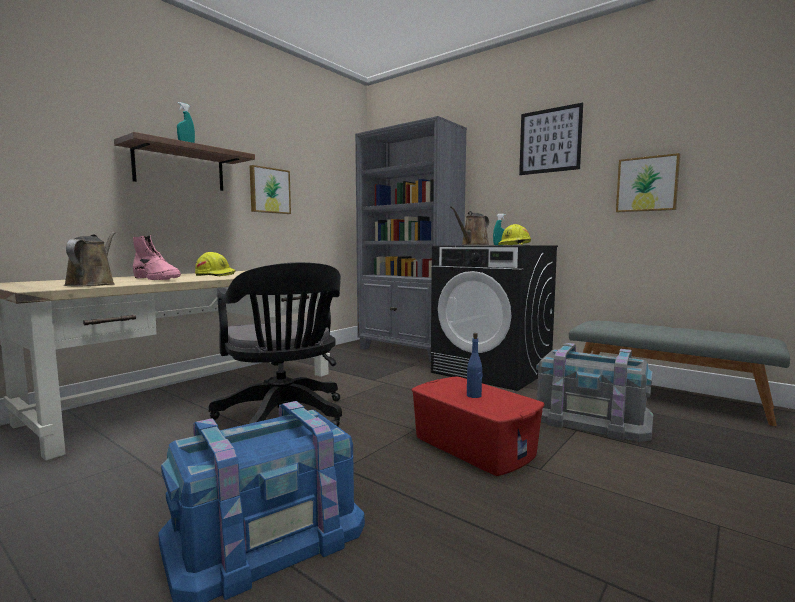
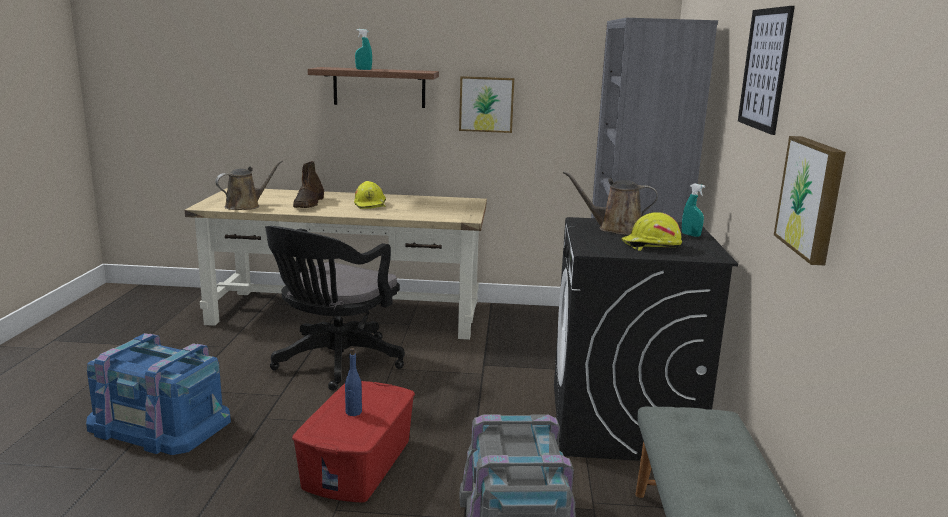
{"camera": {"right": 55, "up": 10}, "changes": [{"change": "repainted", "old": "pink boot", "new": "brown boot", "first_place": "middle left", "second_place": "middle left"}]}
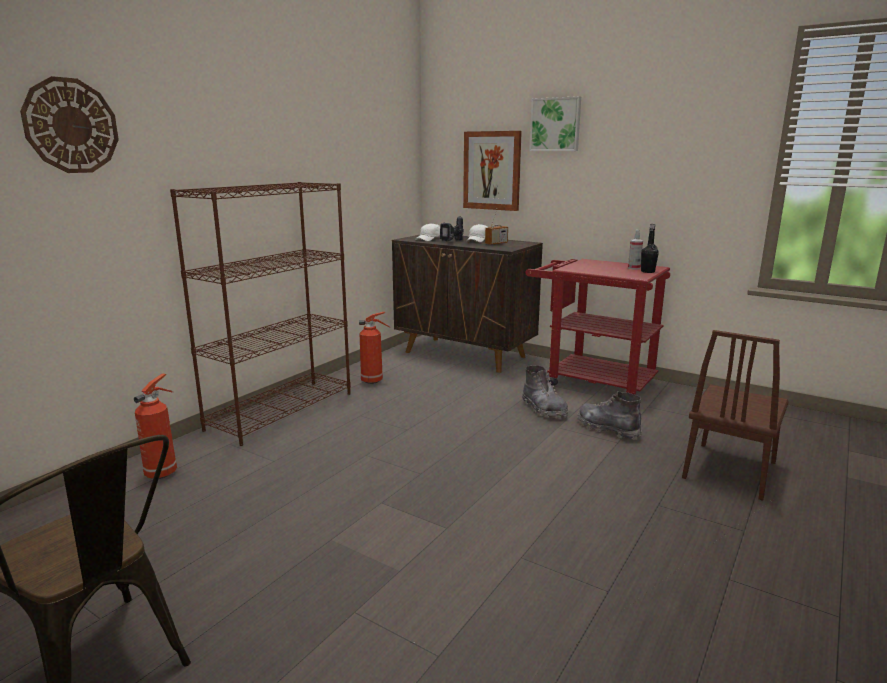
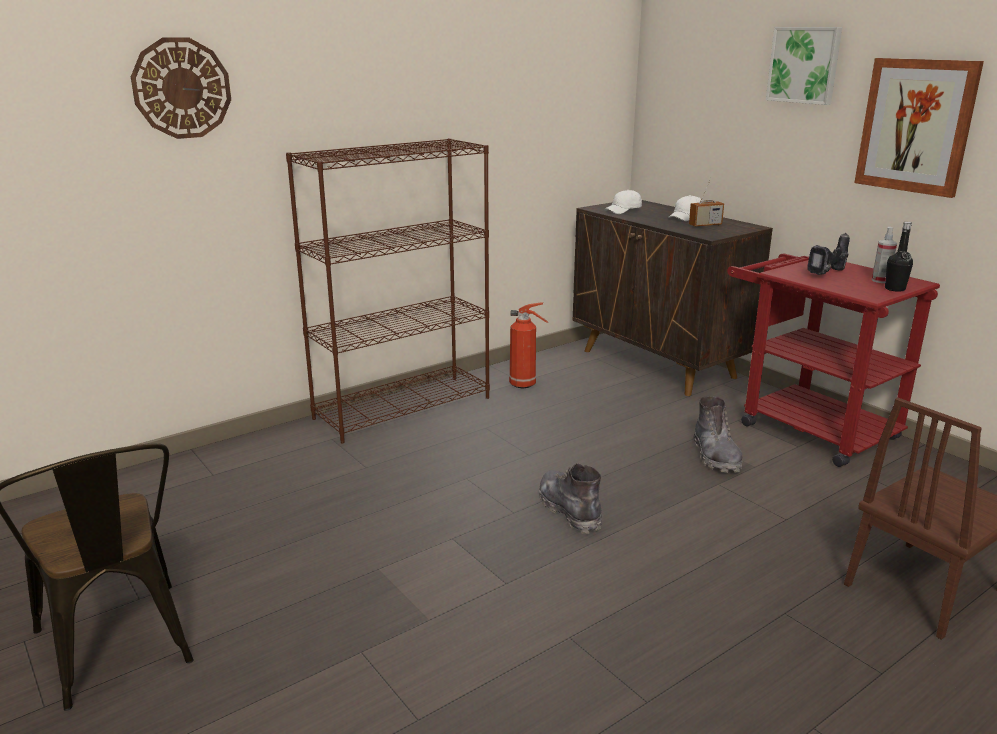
{"camera": {"right": 20, "up": 5}, "changes": [{"change": "gone", "old": "fire extinguisher (no. 1 from left)", "first_place": "middle left"}, {"change": "shifted", "old": "power drill", "first_place": "centre", "second_place": "middle right"}, {"change": "shifted", "old": "picture (no. 1 from left in the first image)", "new": "picture (no. 2 from left)", "first_place": "top centre", "second_place": "top right"}, {"change": "shifted", "old": "grey boot (no. 2 from left in the first image)", "new": "grey boot (no. 1 from left)", "first_place": "middle right", "second_place": "bottom centre"}]}
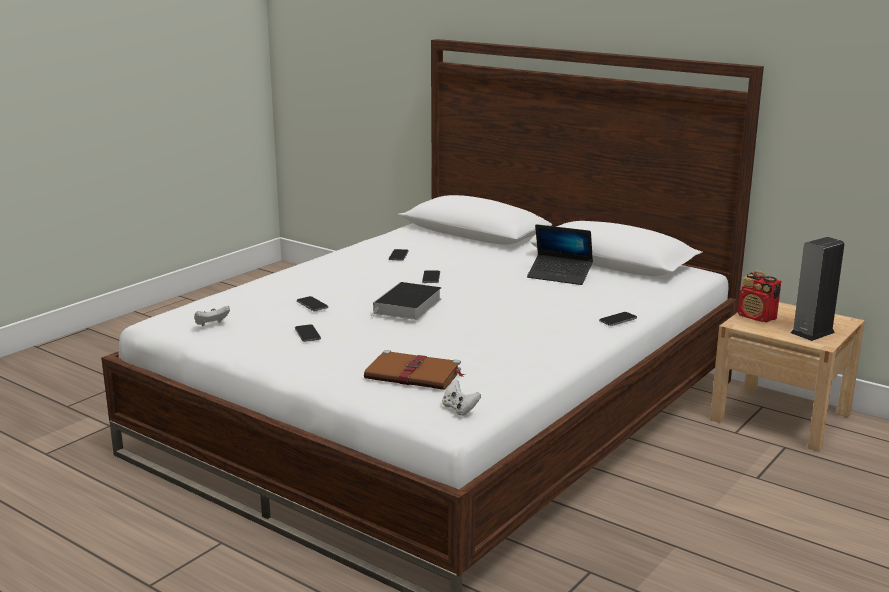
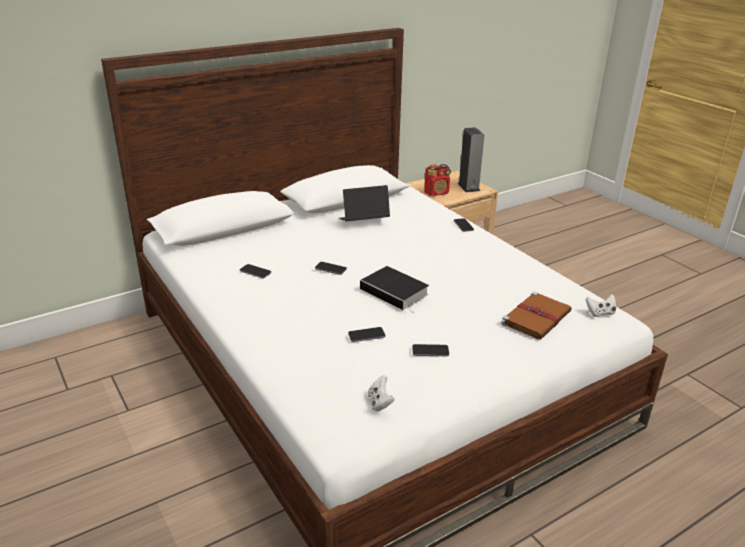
{"camera": {"right": -70, "up": 10}, "changes": [{"change": "rotated", "old": "laptop", "first_place": "centre", "second_place": "centre", "degrees": -150}]}
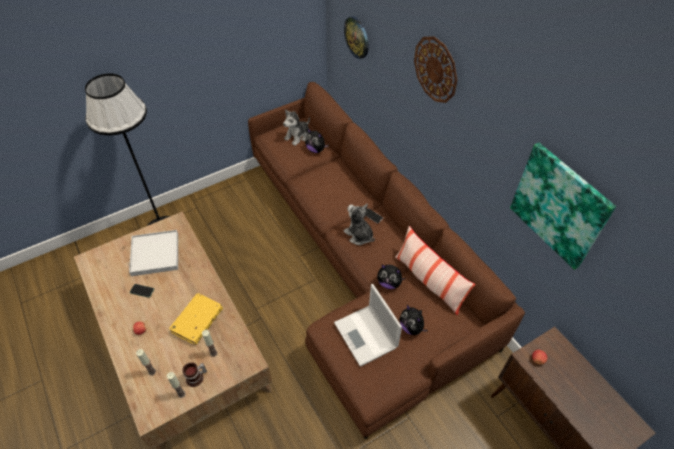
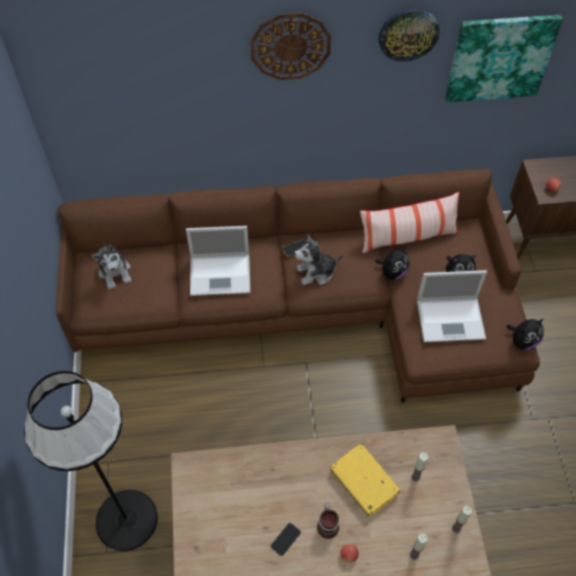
{"camera": {"right": -65, "up": 5}, "changes": [{"change": "gone", "old": "white tray", "first_place": "middle left"}, {"change": "new", "new": "laptop (no. 1 from left)", "second_place": "centre"}, {"change": "shifted", "old": "mug", "first_place": "bottom left", "second_place": "bottom centre"}, {"change": "shifted", "old": "plush toy (no. 2 from left in the first image)", "new": "plush toy (no. 5 from left)", "first_place": "top centre", "second_place": "middle right"}, {"change": "shifted", "old": "wall clock (no. 1 from left in the first image)", "new": "wall clock (no. 2 from left)", "first_place": "top centre", "second_place": "top right"}]}
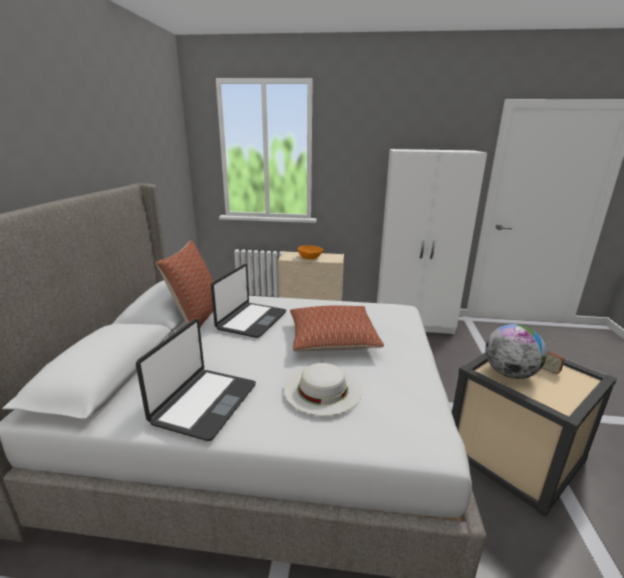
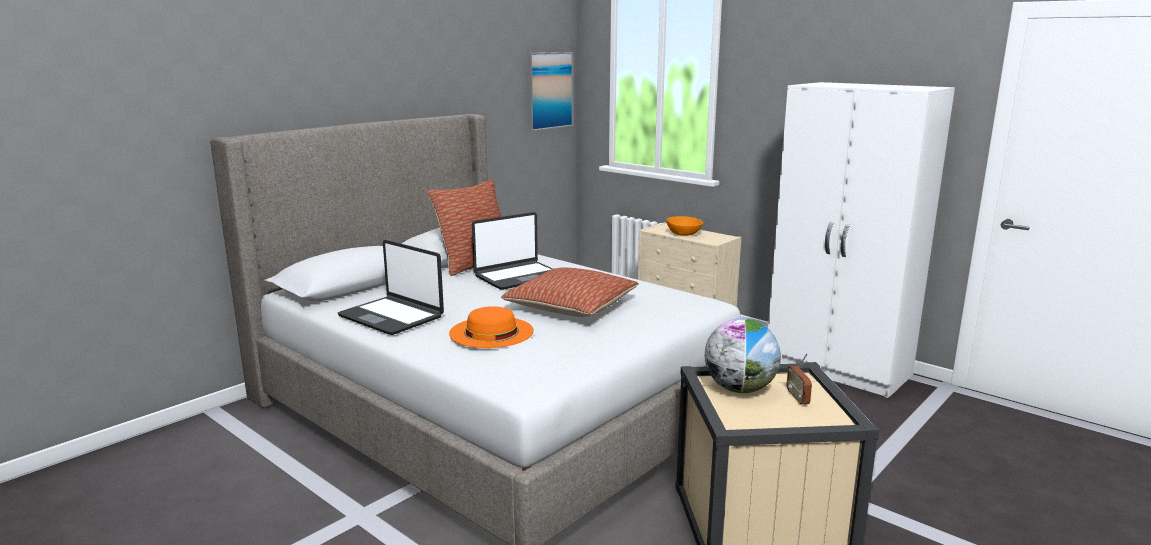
{"camera": {"right": 35, "up": -5}, "changes": [{"change": "new", "new": "picture", "second_place": "top centre"}, {"change": "repainted", "old": "white hat", "new": "orange hat", "first_place": "bottom centre", "second_place": "centre"}, {"change": "rotated", "old": "laptop (no. 1 from left)", "first_place": "middle left", "second_place": "centre", "degrees": 75}]}
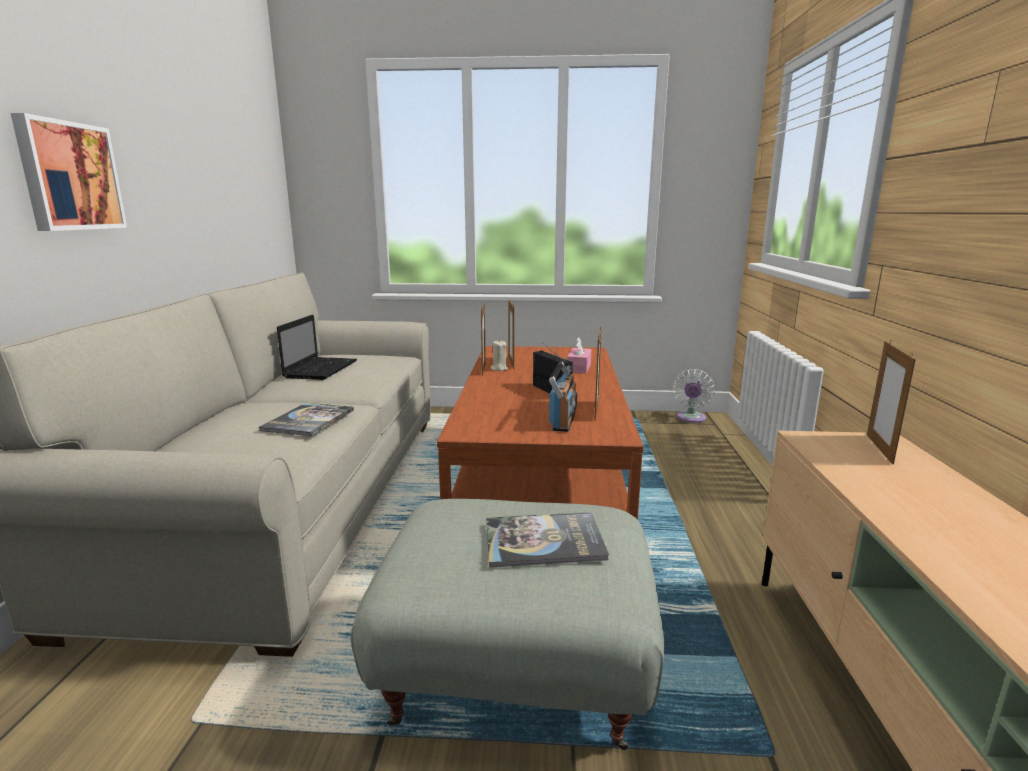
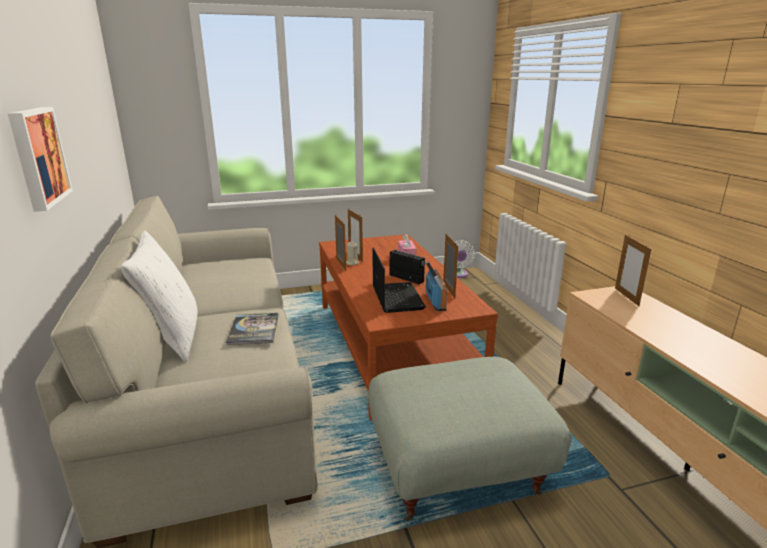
{"camera": {"right": -20, "up": 5}, "changes": [{"change": "gone", "old": "book (no. 2 from left)", "first_place": "bottom centre"}, {"change": "new", "new": "white pillow", "second_place": "middle left"}, {"change": "shifted", "old": "laptop", "first_place": "middle left", "second_place": "centre"}]}
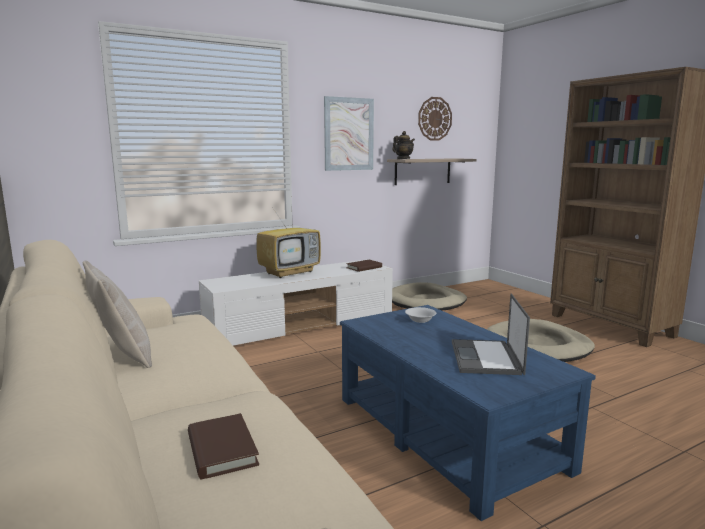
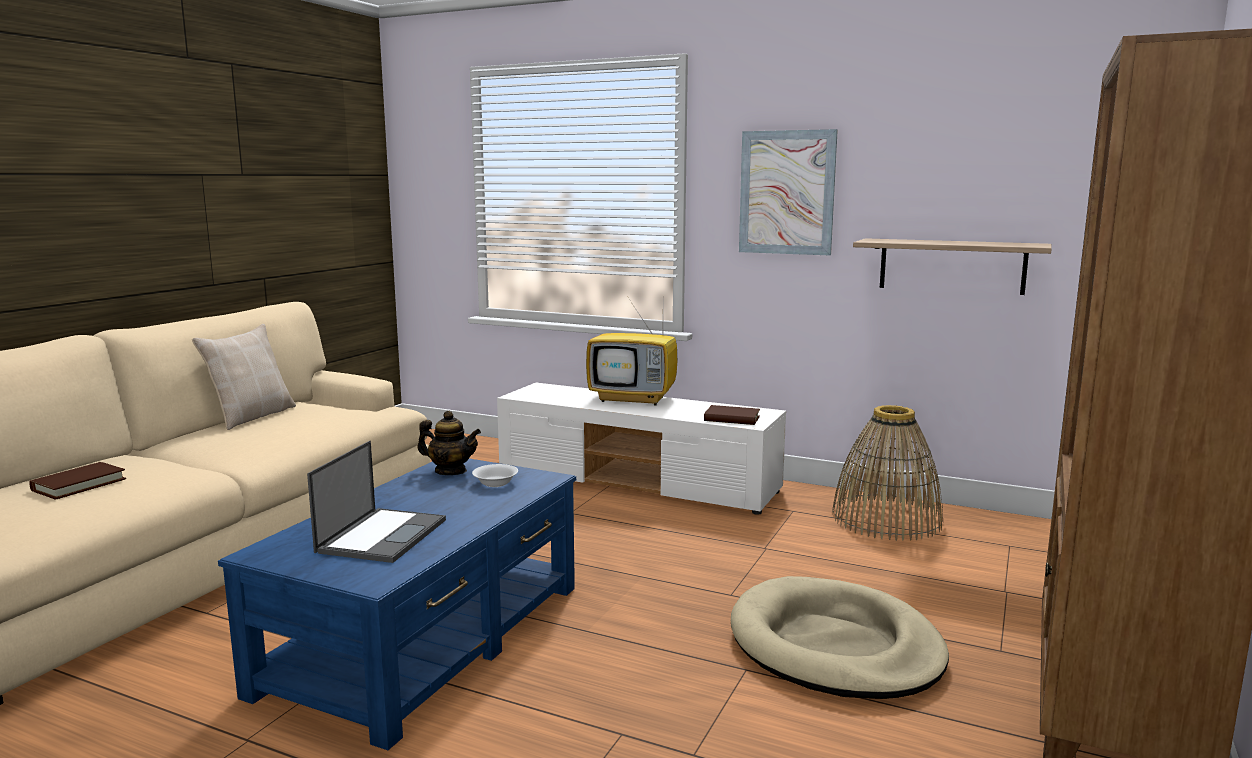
{"camera": {"right": 55, "up": 0}, "changes": [{"change": "gone", "old": "wall clock", "first_place": "top centre"}, {"change": "shifted", "old": "teapot", "first_place": "top centre", "second_place": "centre"}, {"change": "swapped", "old": "beige dog bed (no. 1 from left)", "new": "basket", "first_place": "centre", "second_place": "middle right"}, {"change": "rotated", "old": "laptop", "first_place": "middle right", "second_place": "middle left", "degrees": 135}]}
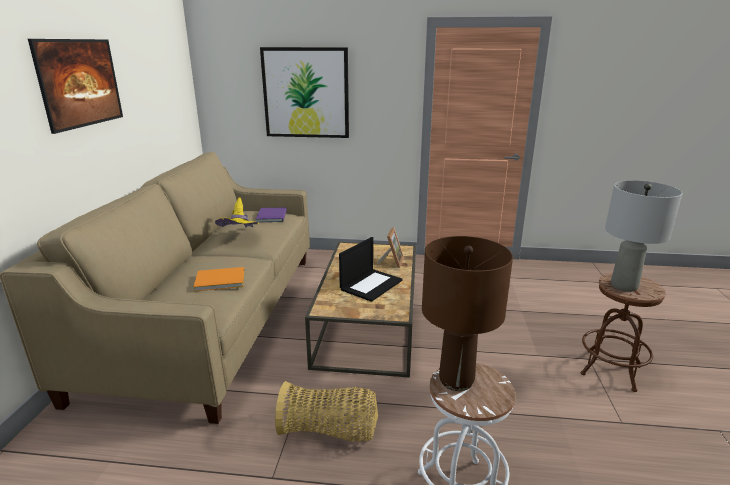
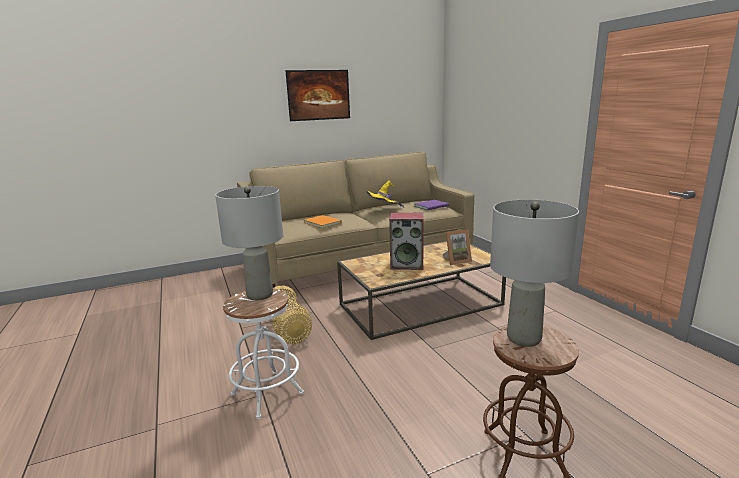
{"camera": {"right": 60, "up": -5}, "changes": [{"change": "gone", "old": "picture (no. 2 from left)", "first_place": "top centre"}, {"change": "swapped", "old": "laptop", "new": "speaker", "first_place": "centre", "second_place": "centre"}, {"change": "repainted", "old": "brown table lamp", "new": "grey table lamp (no. 1 from left)", "first_place": "centre", "second_place": "centre"}]}
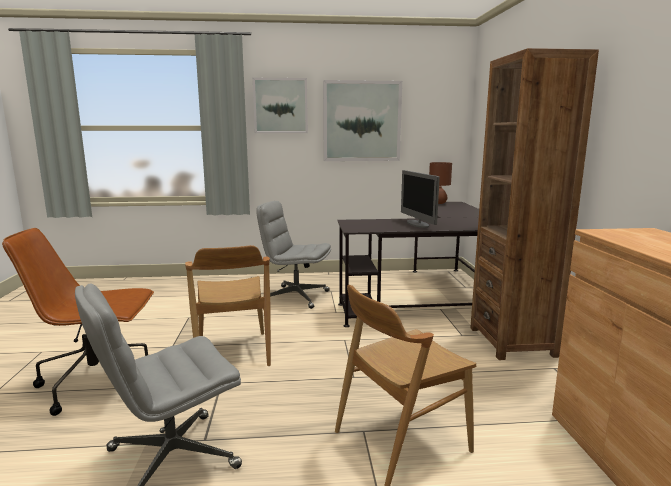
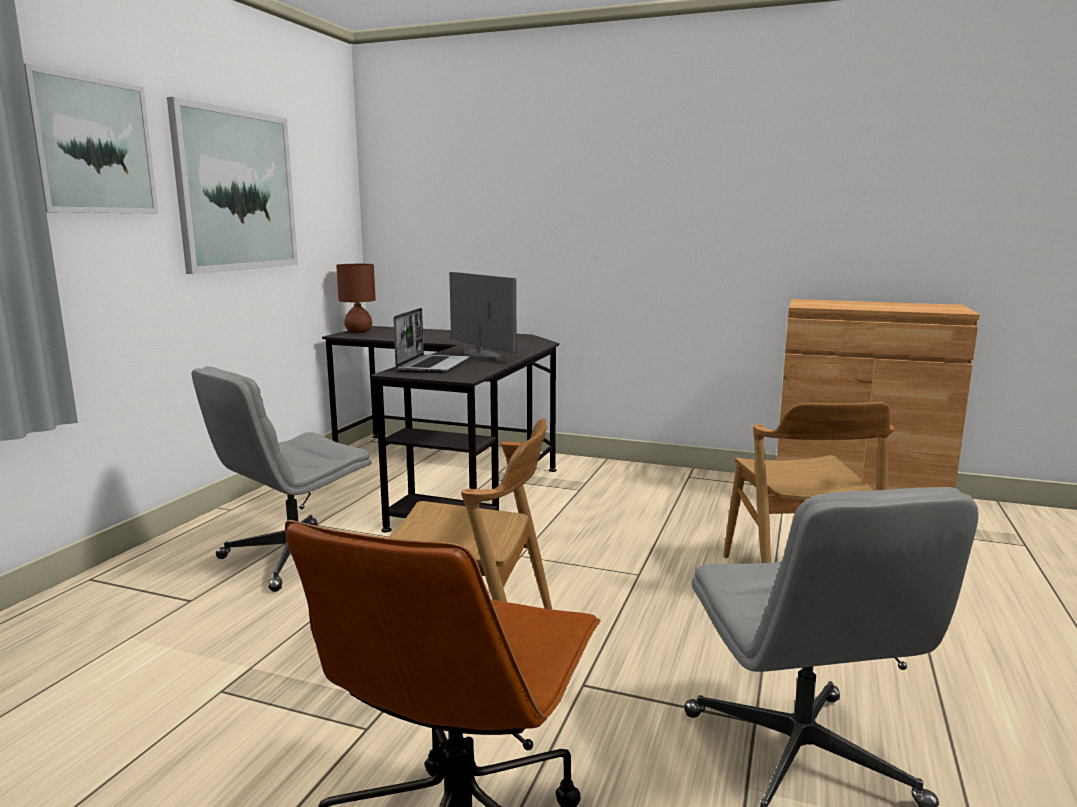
{"camera": {"right": -65, "up": 0}, "changes": [{"change": "gone", "old": "brown bookcase", "first_place": "middle right"}, {"change": "new", "new": "laptop", "second_place": "centre"}, {"change": "rotated", "old": "monitor", "first_place": "centre", "second_place": "centre", "degrees": -135}]}
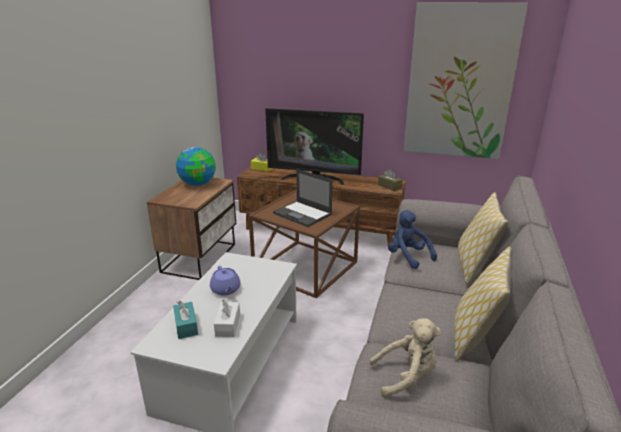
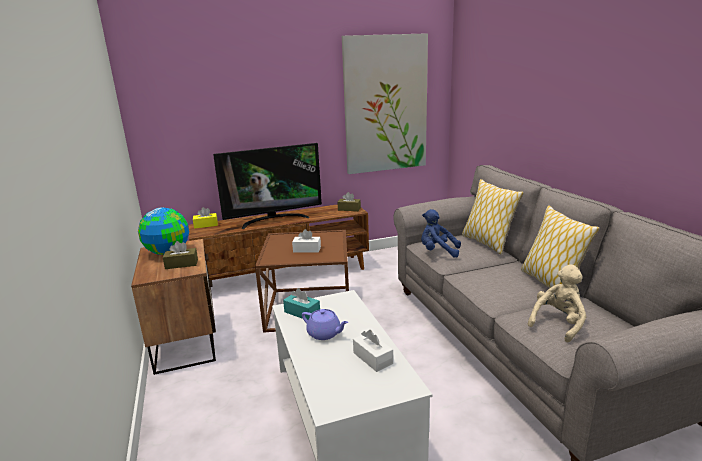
{"camera": {"right": -35, "up": -5}, "changes": [{"change": "new", "new": "brown tissue box (no. 1 from left)", "second_place": "middle left"}, {"change": "shifted", "old": "turquoise tissue box", "first_place": "bottom left", "second_place": "centre"}, {"change": "swapped", "old": "laptop", "new": "white tissue box (no. 1 from left)", "first_place": "centre", "second_place": "centre"}]}
